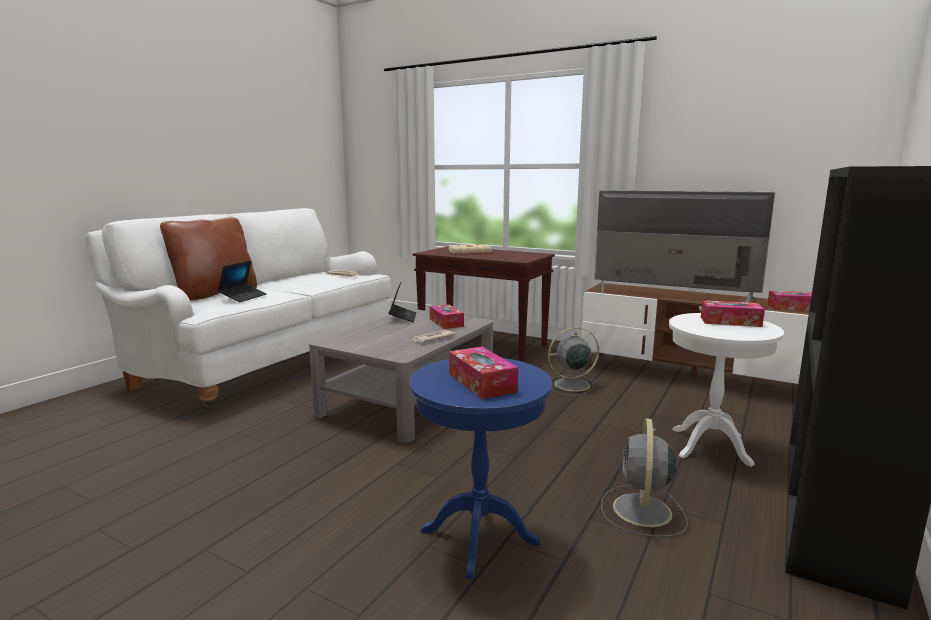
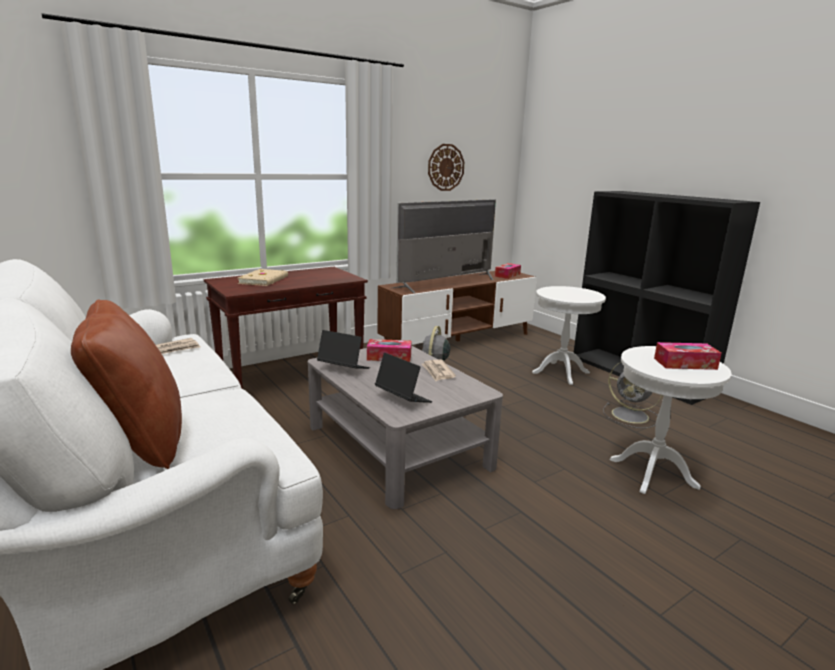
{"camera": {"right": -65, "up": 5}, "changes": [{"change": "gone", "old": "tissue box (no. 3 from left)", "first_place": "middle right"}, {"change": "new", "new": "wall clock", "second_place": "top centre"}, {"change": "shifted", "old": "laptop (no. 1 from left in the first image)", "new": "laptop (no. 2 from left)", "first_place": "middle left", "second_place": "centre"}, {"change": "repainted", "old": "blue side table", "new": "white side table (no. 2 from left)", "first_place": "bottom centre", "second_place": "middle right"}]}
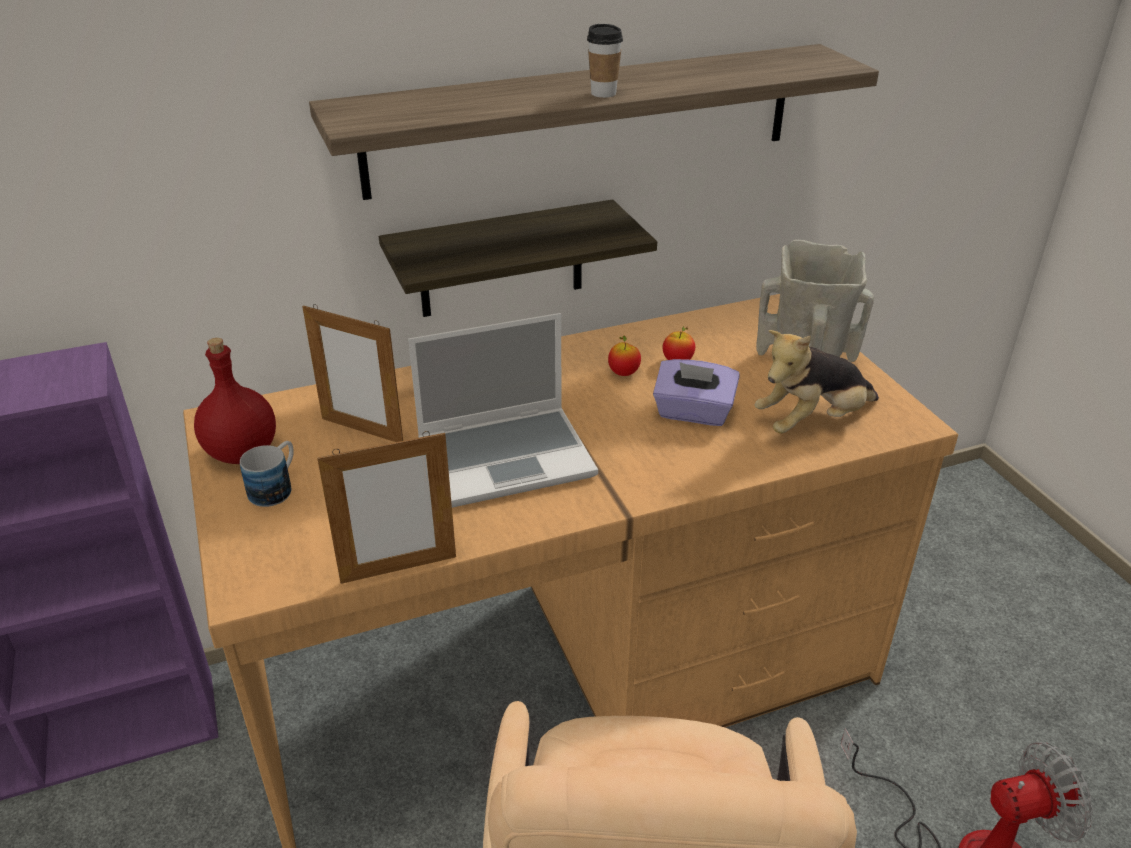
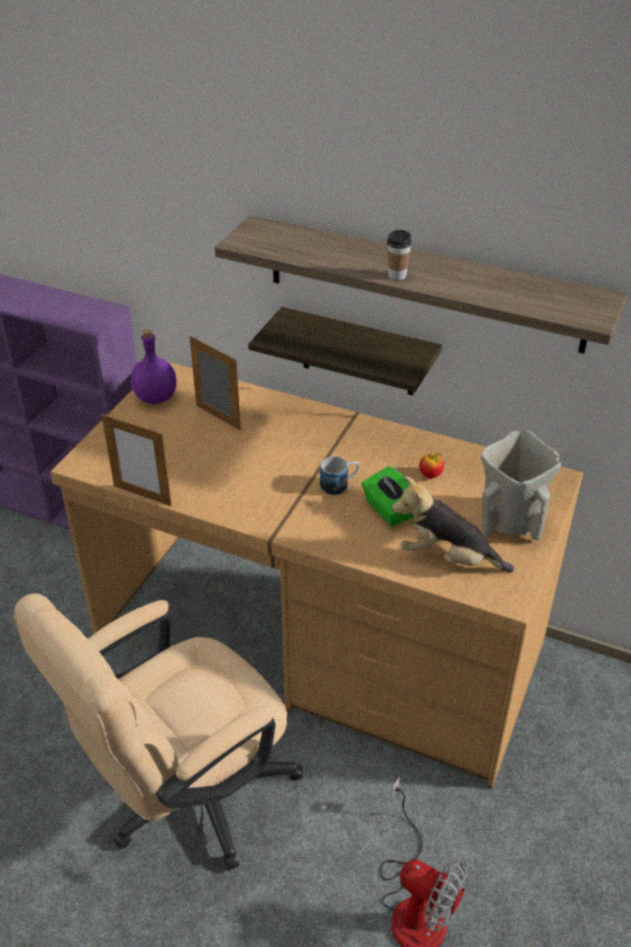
{"camera": {"right": 45, "up": 5}, "changes": [{"change": "gone", "old": "laptop", "first_place": "centre"}, {"change": "gone", "old": "apple (no. 1 from left)", "first_place": "centre"}, {"change": "shifted", "old": "mug", "first_place": "middle left", "second_place": "centre"}, {"change": "repainted", "old": "red bottle", "new": "purple bottle", "first_place": "middle left", "second_place": "middle left"}, {"change": "repainted", "old": "purple tissue box", "new": "green tissue box", "first_place": "centre", "second_place": "centre"}, {"change": "rotated", "old": "picture frame (no. 1 from left in the first image)", "first_place": "middle left", "second_place": "centre", "degrees": 150}]}
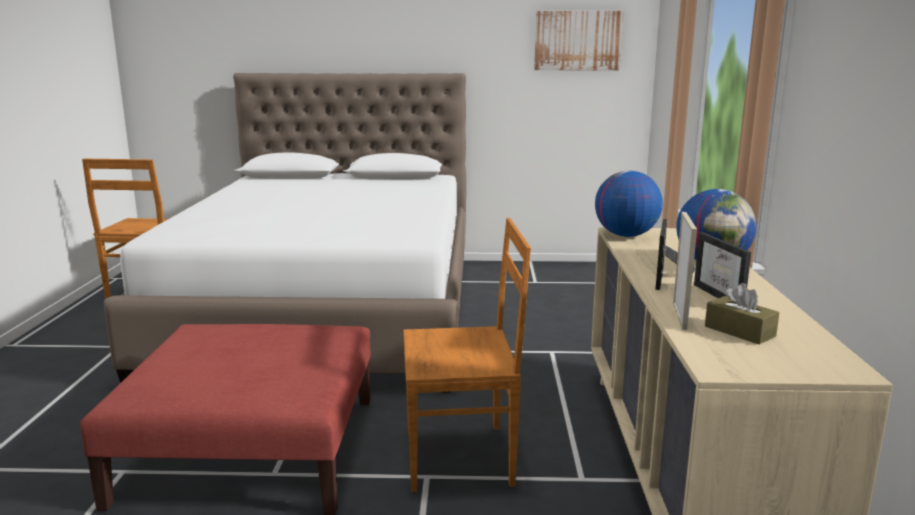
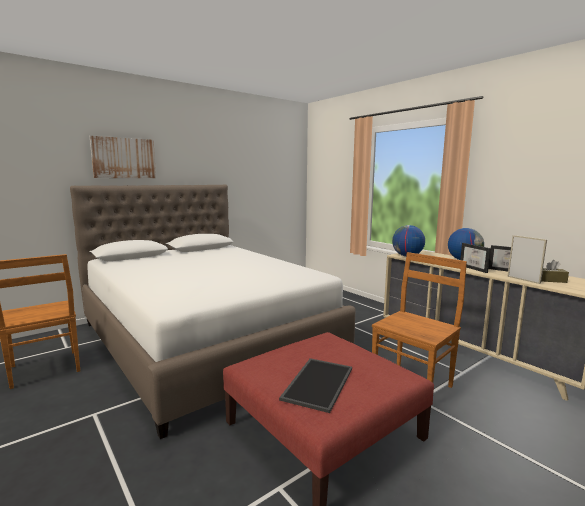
{"camera": {"right": -40, "up": -5}, "changes": [{"change": "new", "new": "tray", "second_place": "bottom centre"}, {"change": "shifted", "old": "picture", "first_place": "top centre", "second_place": "top left"}]}
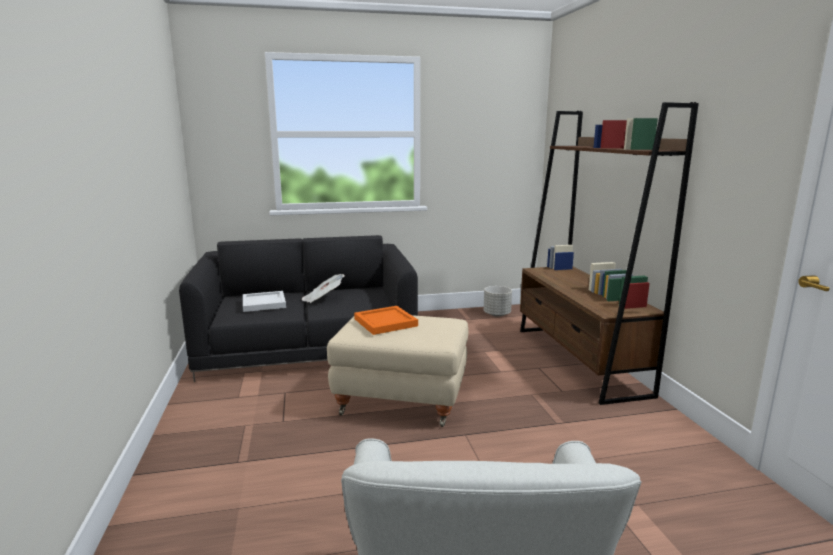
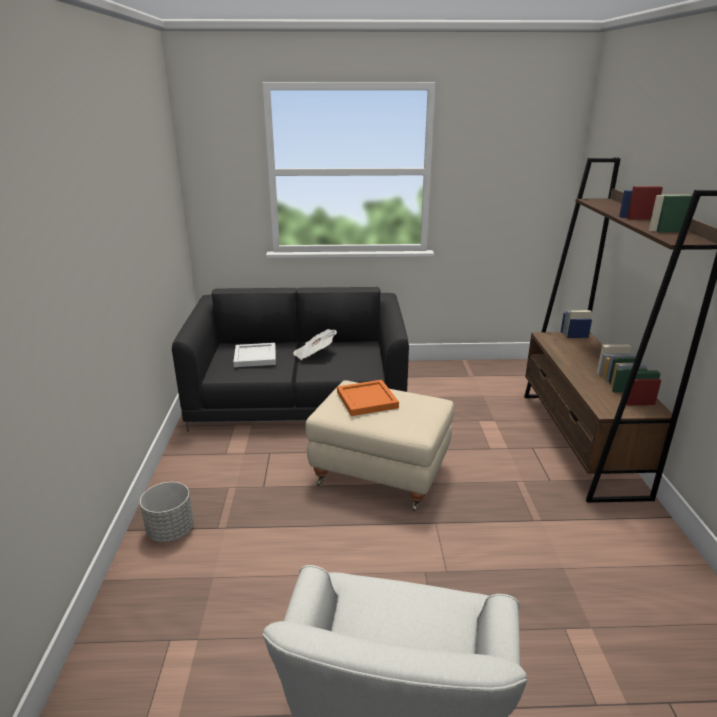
{"camera": {"right": 10, "up": 10}, "changes": [{"change": "shifted", "old": "grey planter", "first_place": "centre", "second_place": "bottom left"}]}
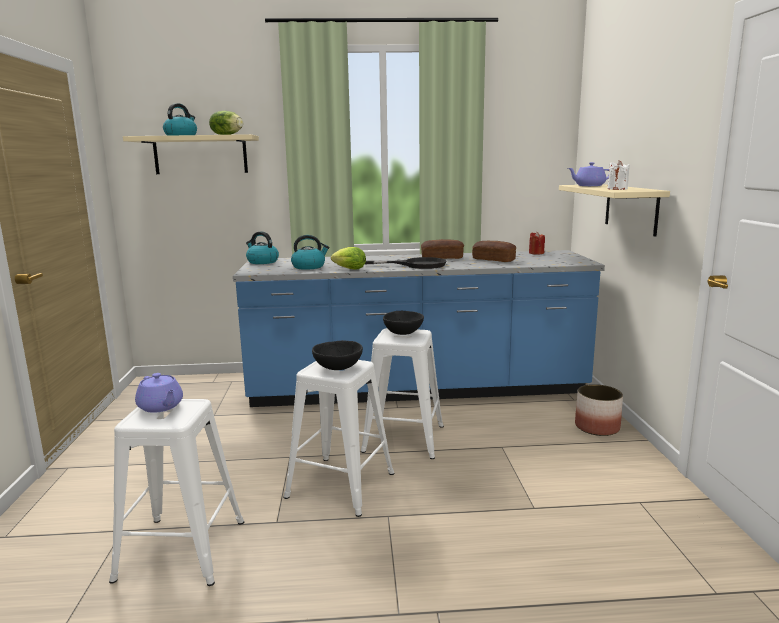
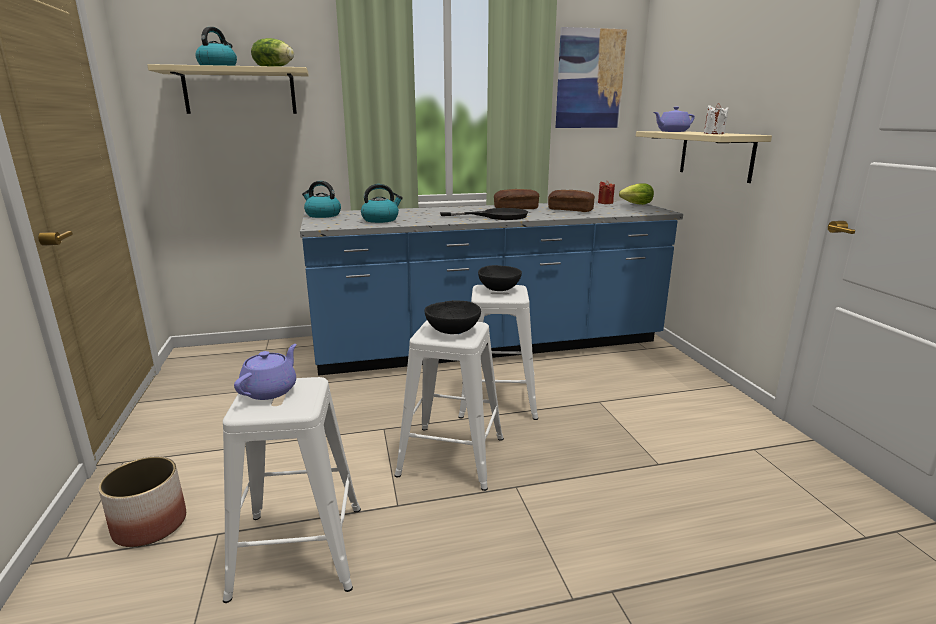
{"camera": {"right": -10, "up": 5}, "changes": [{"change": "new", "new": "picture", "second_place": "top centre"}, {"change": "shifted", "old": "lettuce (no. 2 from left)", "first_place": "centre", "second_place": "top right"}, {"change": "shifted", "old": "planter", "first_place": "middle right", "second_place": "bottom left"}, {"change": "rotated", "old": "purple teapot (no. 1 from left)", "first_place": "middle left", "second_place": "middle left", "degrees": -105}]}
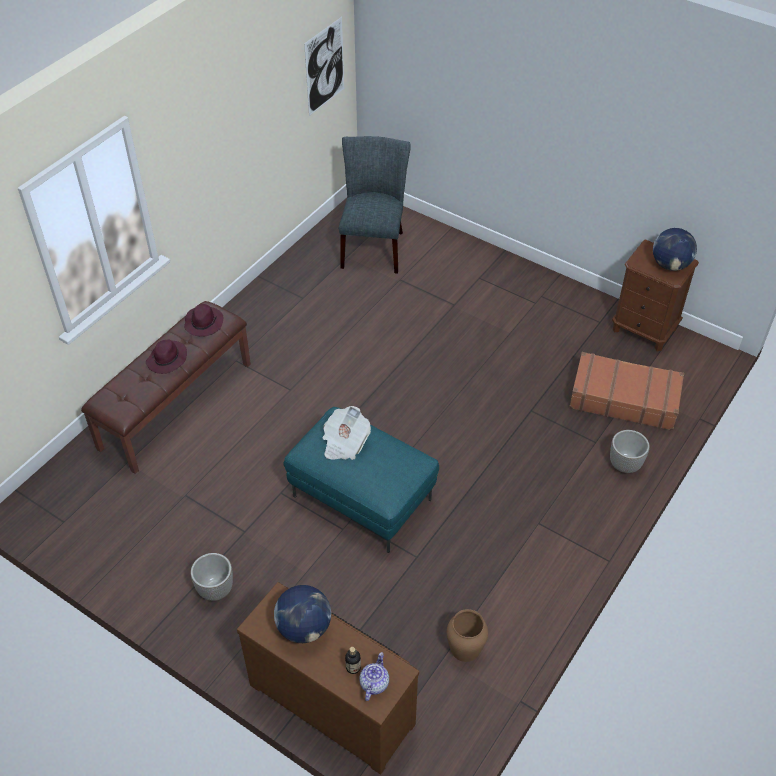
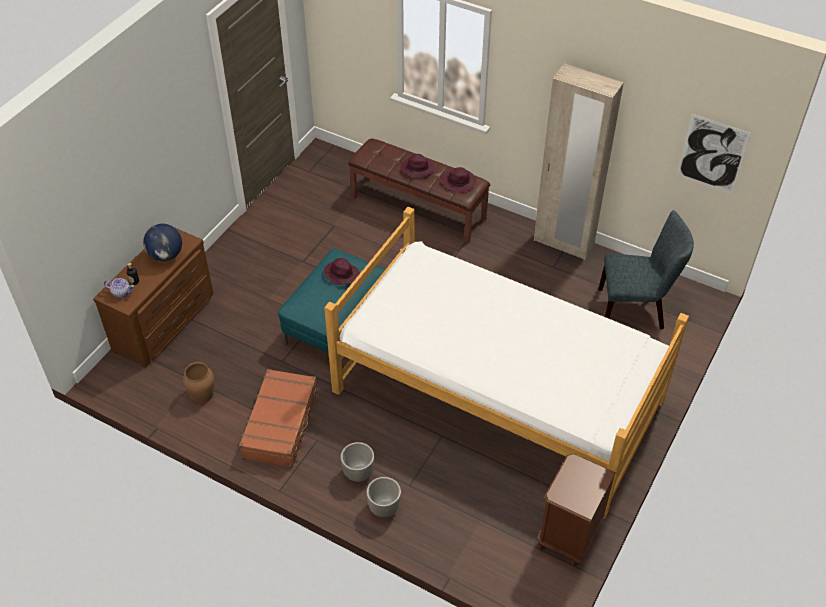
{"camera": {"right": 85, "up": 0}, "changes": [{"change": "gone", "old": "globe (no. 2 from left)", "first_place": "top right"}, {"change": "new", "new": "bed", "second_place": "centre"}, {"change": "new", "new": "beige wardrobe", "second_place": "top right"}, {"change": "shifted", "old": "planter (no. 1 from left)", "first_place": "bottom left", "second_place": "bottom centre"}, {"change": "shifted", "old": "brown suitcase", "first_place": "middle right", "second_place": "bottom centre"}, {"change": "swapped", "old": "newspaper", "new": "purple hat (no. 1 from left)", "first_place": "centre", "second_place": "centre"}]}
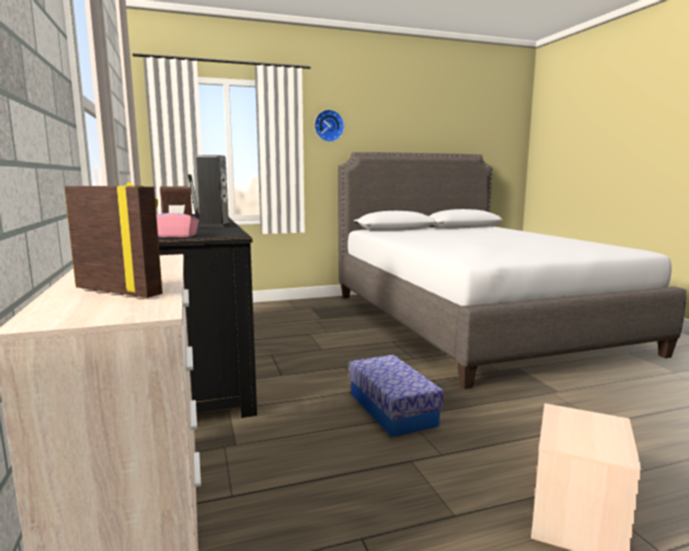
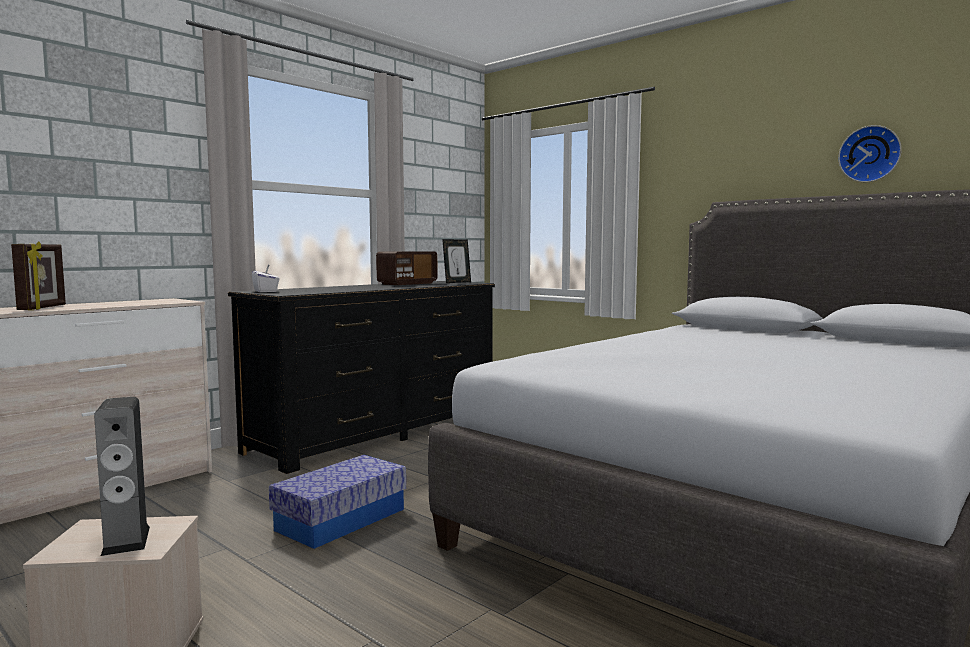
{"camera": {"right": 60, "up": -5}, "changes": [{"change": "shifted", "old": "speaker", "first_place": "middle left", "second_place": "bottom left"}, {"change": "shifted", "old": "wall clock", "first_place": "top centre", "second_place": "top right"}, {"change": "repainted", "old": "pink tissue box", "new": "white tissue box", "first_place": "middle left", "second_place": "middle left"}]}
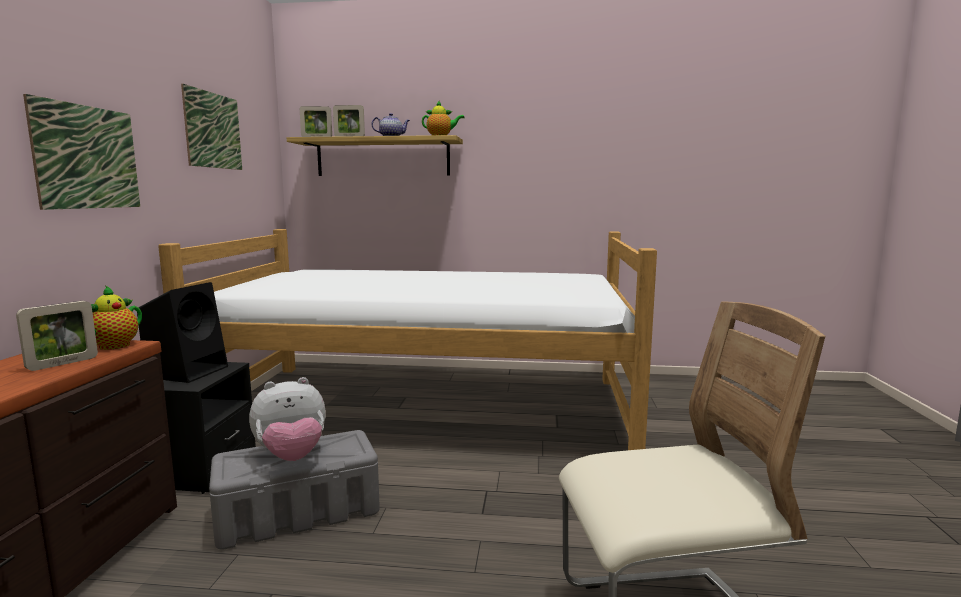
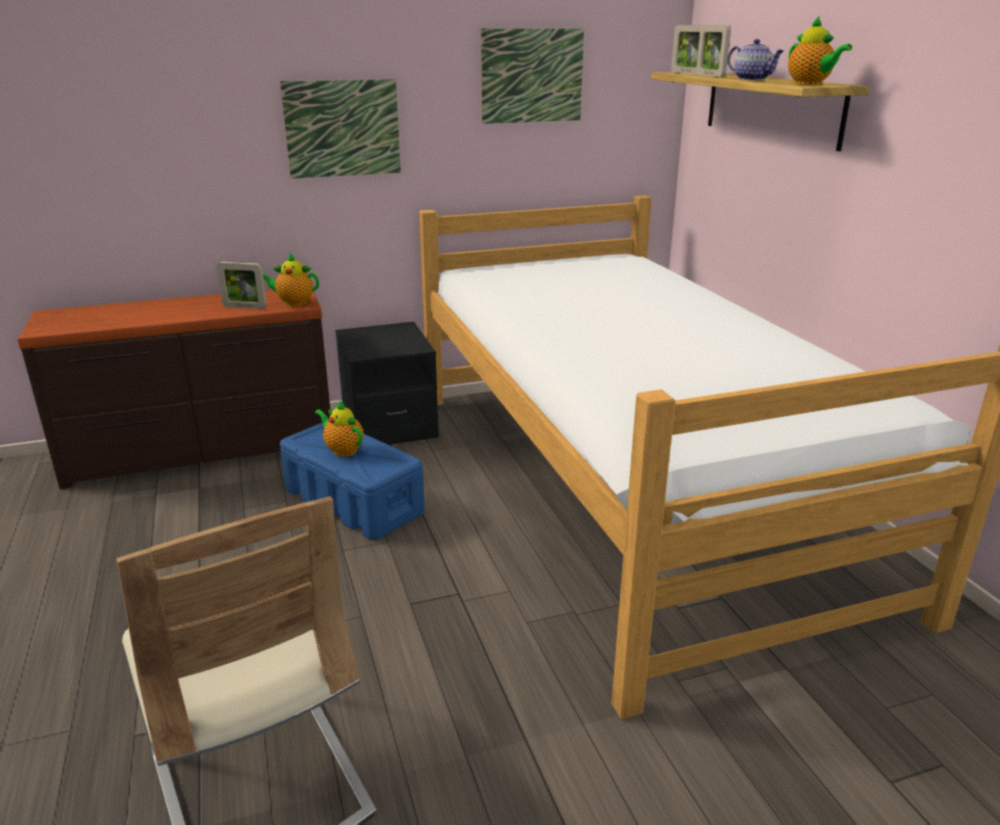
{"camera": {"right": 65, "up": 15}, "changes": [{"change": "gone", "old": "black speaker", "first_place": "middle left"}, {"change": "swapped", "old": "plush toy", "new": "teapot (no. 2 from left)", "first_place": "bottom left", "second_place": "centre"}, {"change": "repainted", "old": "grey storage box", "new": "blue storage box", "first_place": "bottom left", "second_place": "centre"}]}
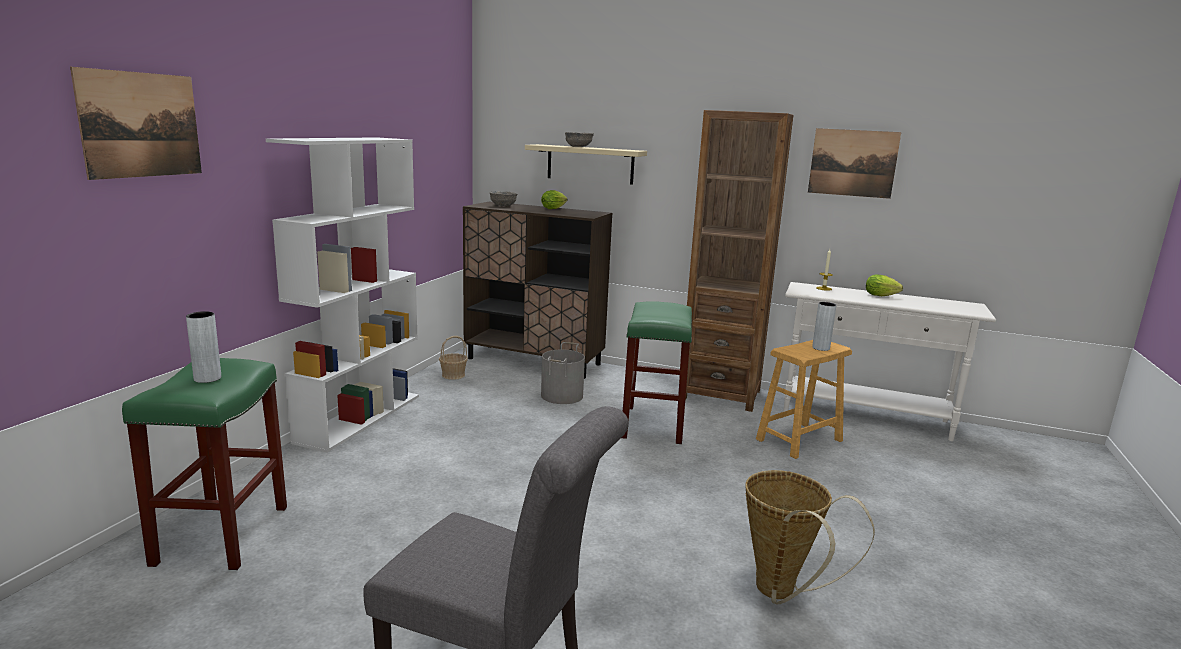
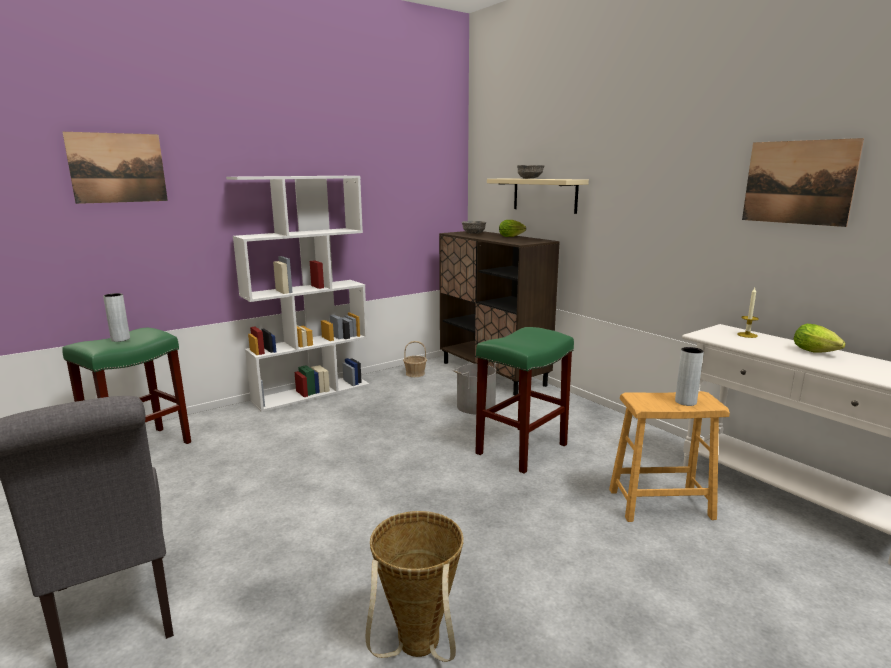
{"camera": {"right": 35, "up": 0}, "changes": [{"change": "gone", "old": "brown bookcase", "first_place": "centre"}]}
